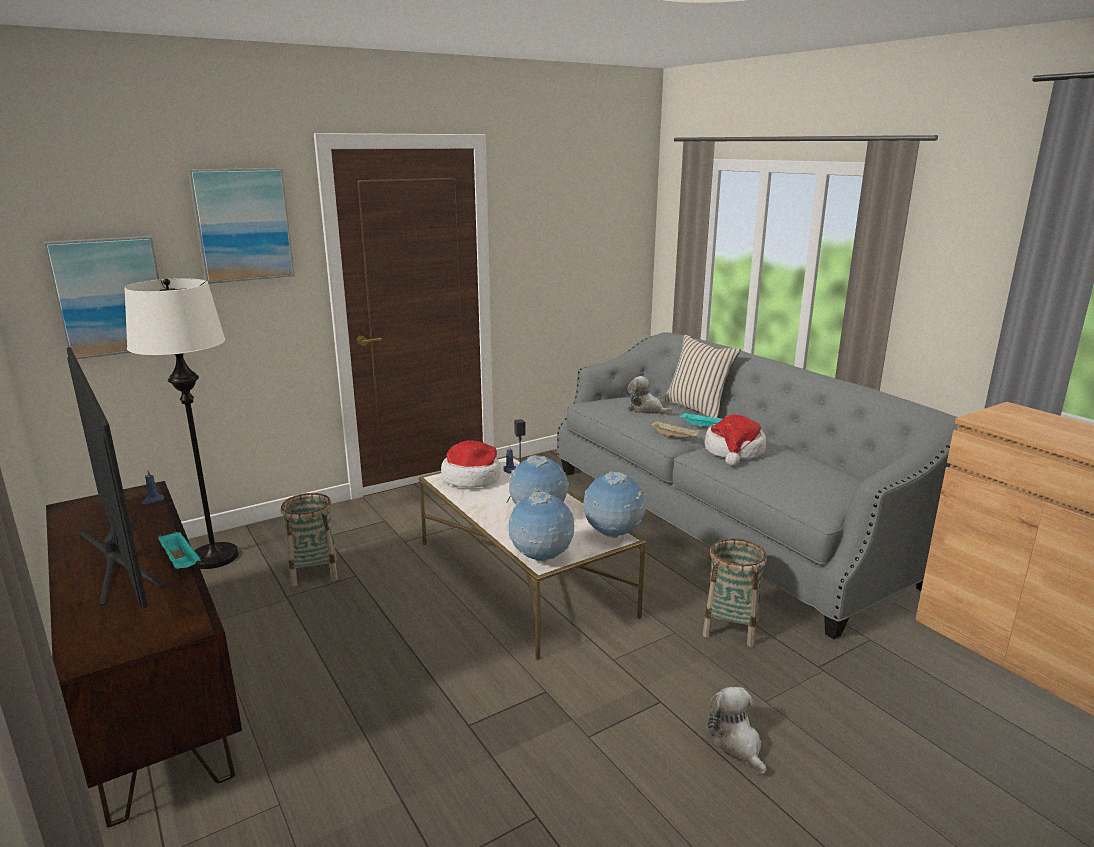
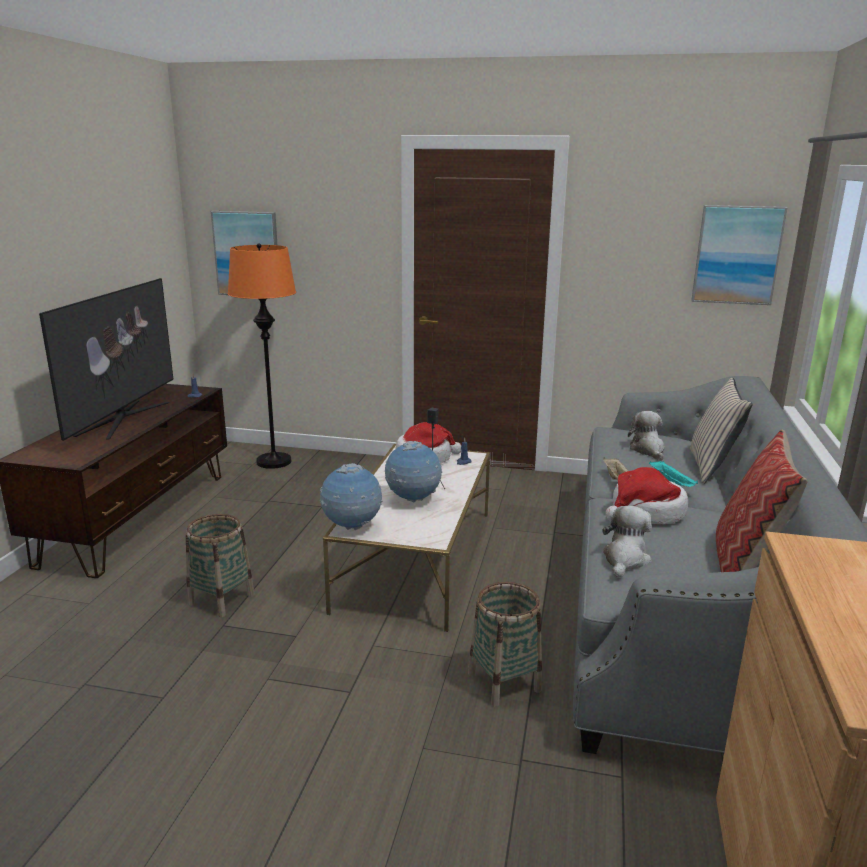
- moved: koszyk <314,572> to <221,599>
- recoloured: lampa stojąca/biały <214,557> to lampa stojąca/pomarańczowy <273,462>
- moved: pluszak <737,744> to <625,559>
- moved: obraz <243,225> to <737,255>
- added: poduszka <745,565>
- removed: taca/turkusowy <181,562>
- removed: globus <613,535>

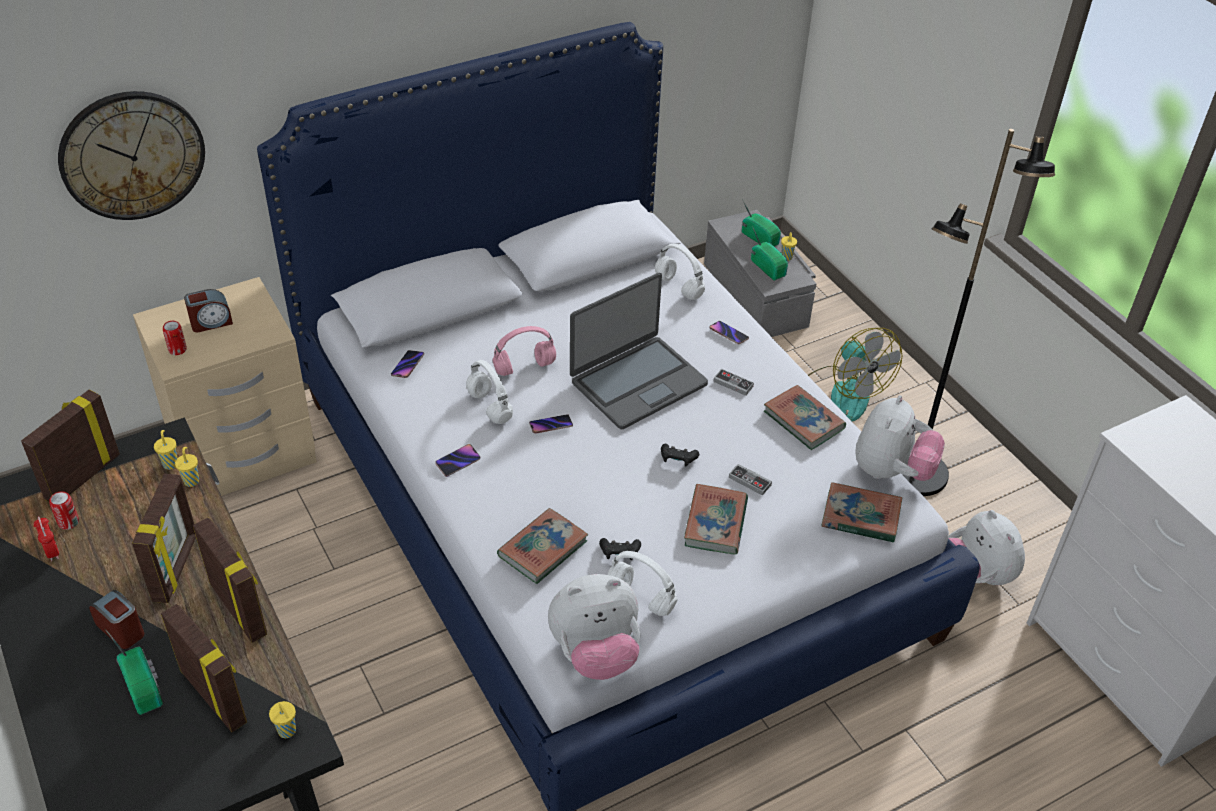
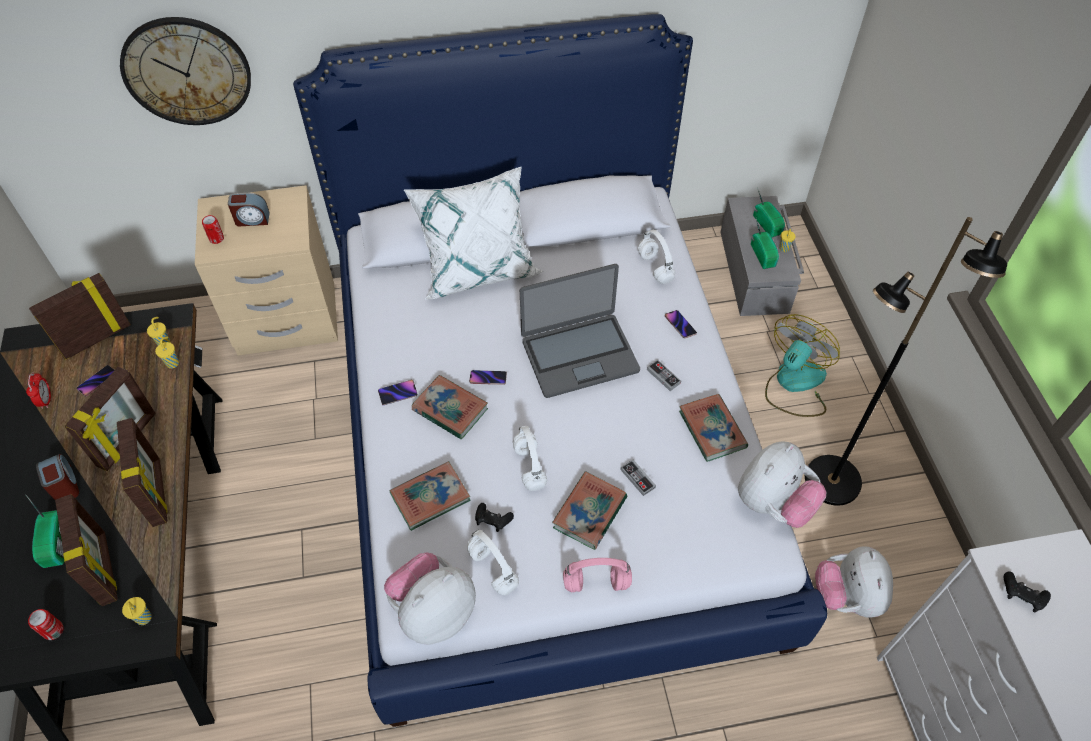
- moved: puszka <68,522> to <53,630>
- moved: telefon <407,366> to <98,382>
- turned: pluszak <595,653> = <433,611> 135 degrees clockwise
- added: poduszka/biały <477,267>
- moved: książka <860,516> to <450,410>
- moved: słuchawki/biały <488,406> to <529,466>
- moved: słuchawki/różowy <525,367> to <597,582>
- turned: wentylator <841,393> = <794,384> 135 degrees counterclockwise
- moved: pad do gier/czarny <677,460> to <1021,596>

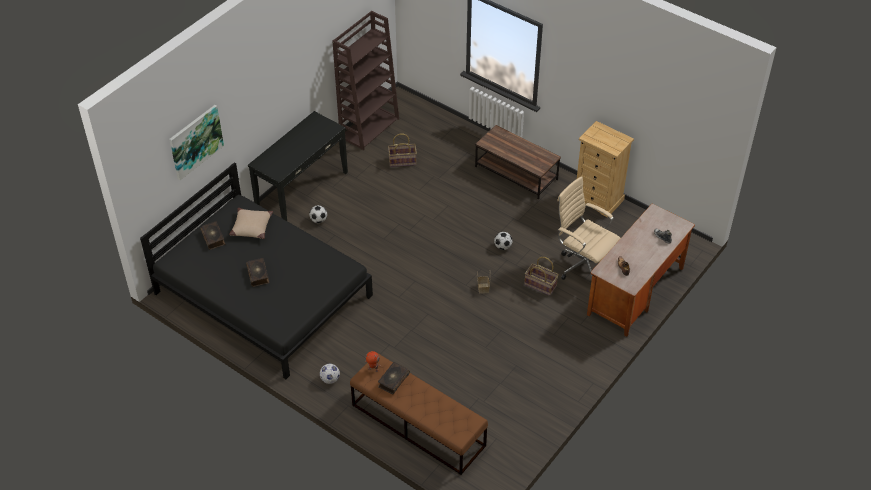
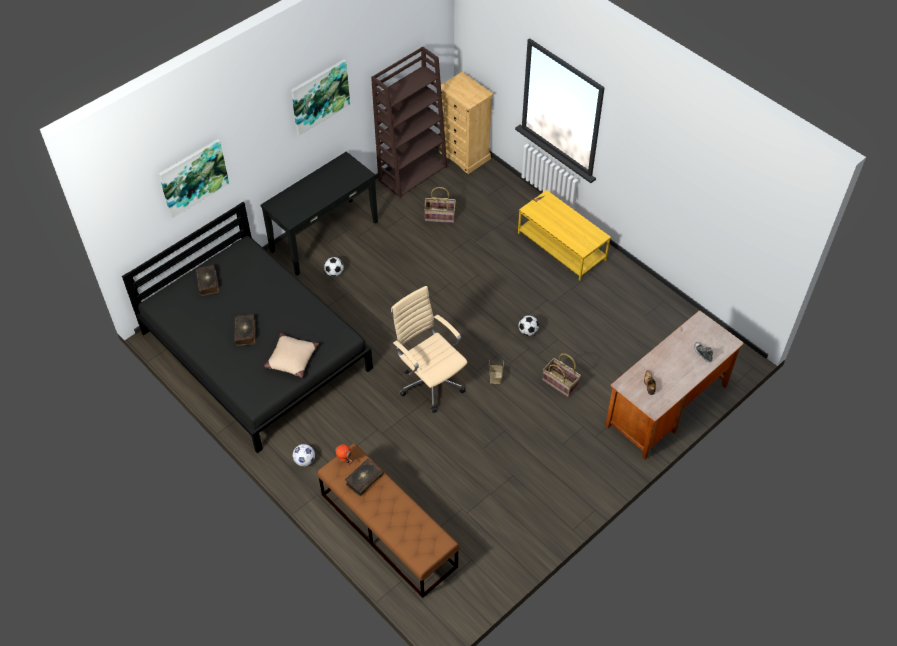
- moved: poduszka/beżowy <251,227> to <291,359>
- added: obraz <320,96>
- moved: krzesło biurowe/beżowy <582,266> to <429,382>
- moved: komoda/beżowy <598,199> to <465,155>
- recoloured: ława/brązowy <515,173> to ława/żółty <561,246>

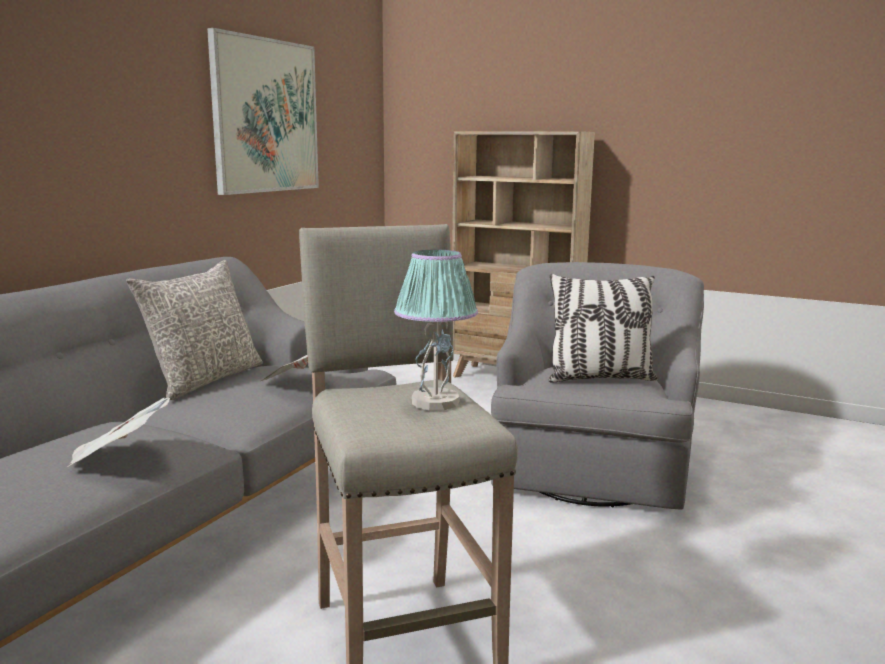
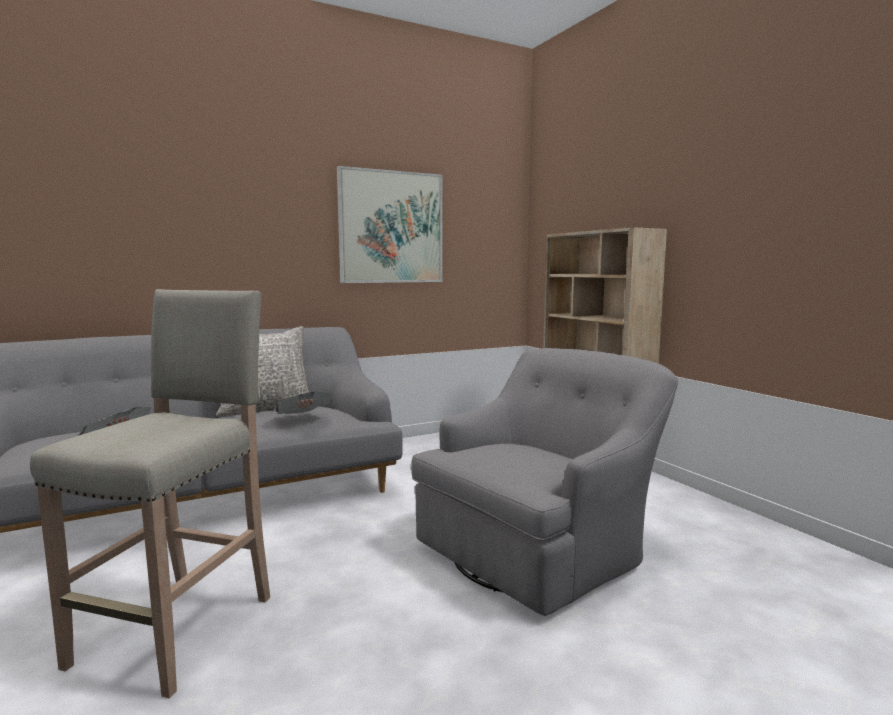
- removed: lampa stołowa <435,402>
- removed: poduszka <599,378>

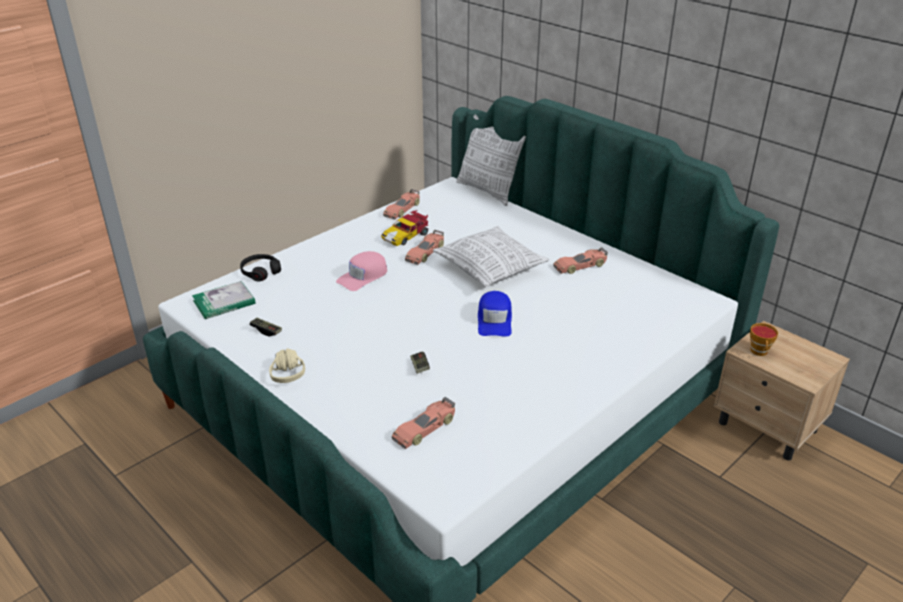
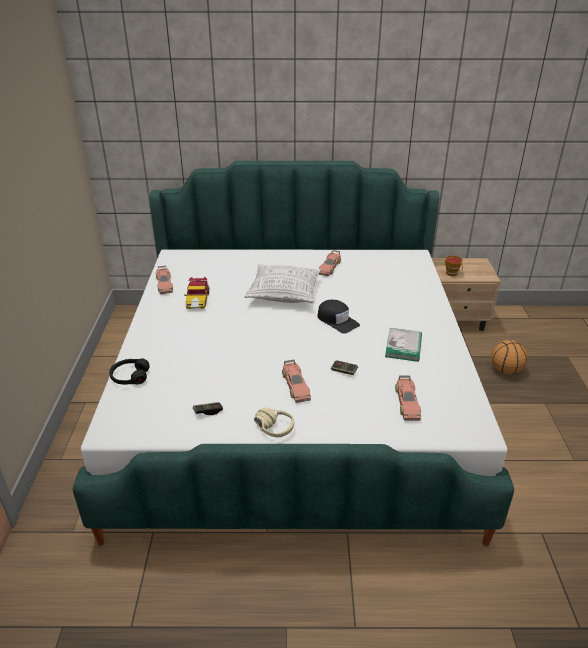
- moved: samochodzik <425,252> to <295,386>
- recoloured: czapka z daszkiem/niebieski <495,320> to czapka z daszkiem/czarny <337,321>
- moved: książka <224,302> to <403,346>
- added: piłka do koszykówki <505,370>
- removed: czapka z daszkiem/różowy <363,276>
- removed: poduszka <488,191>

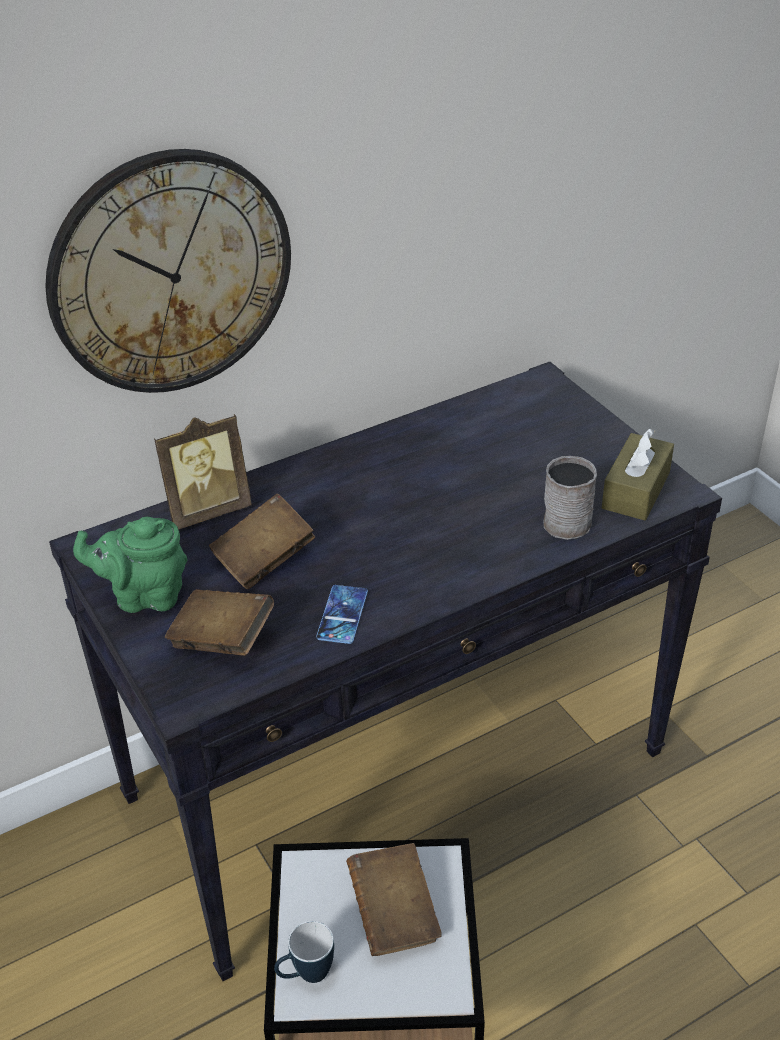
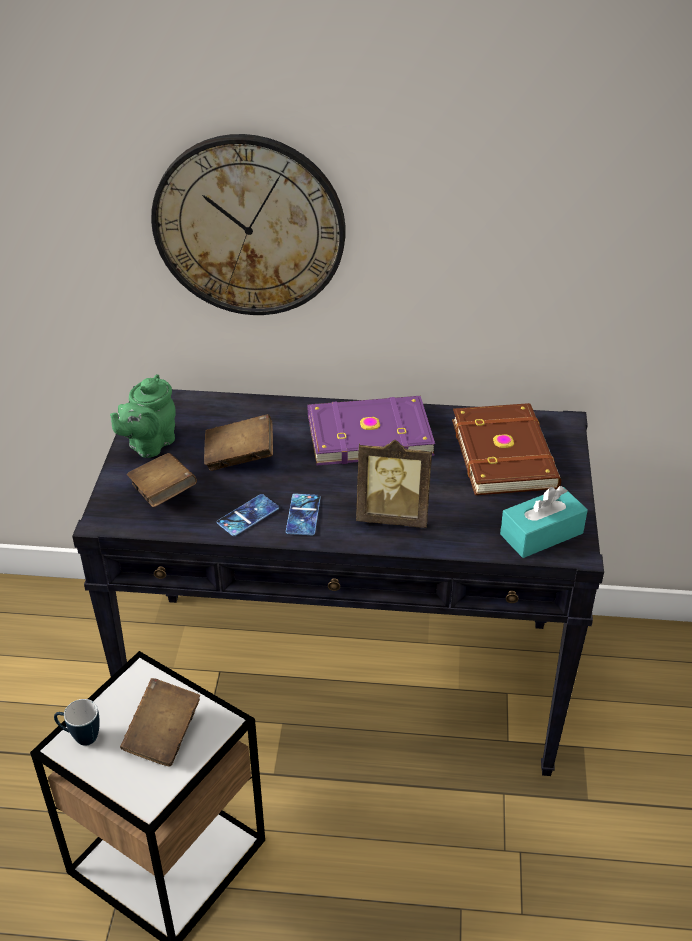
- turned: imbryk/zielony <144,596> = <149,445> 90 degrees counterclockwise
- added: telefon <303,515>
- added: książka/fioletowy <368,433>
- moved: ramka na zdjęcie <207,510> to <393,516>
- added: książka/brązowy <506,453>
- recoloured: pudełko chusteczek/brązowy <636,490> to pudełko chusteczek/turkusowy <541,534>
- removed: kubek/szary <568,518>

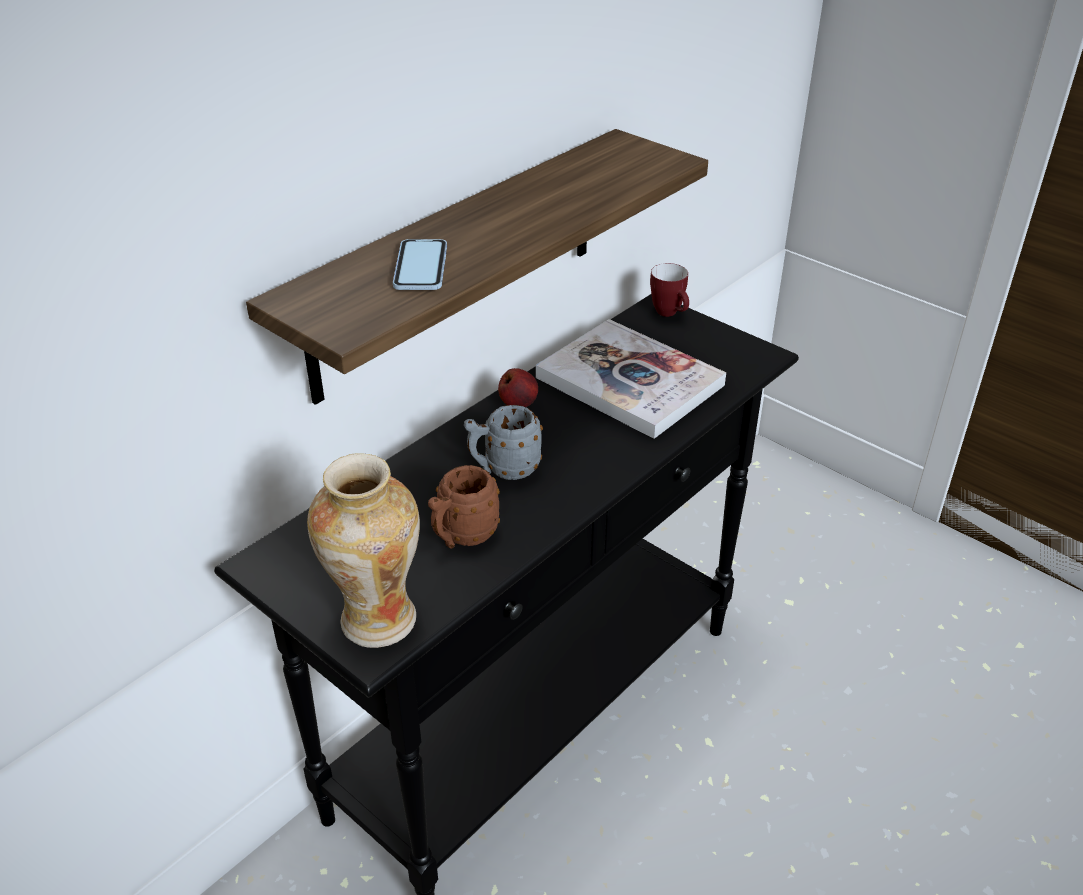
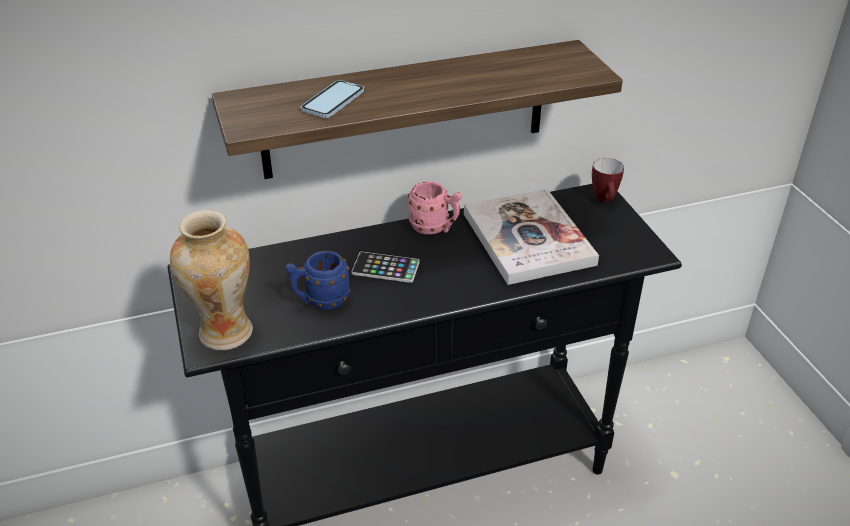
- recoloured: kubek/brązowy <462,537> to kubek/niebieski <320,301>
- replaced: kubek/szary <503,469> to telefon <385,268>
- replaced: jabłko <518,404> to kubek/różowy <435,228>

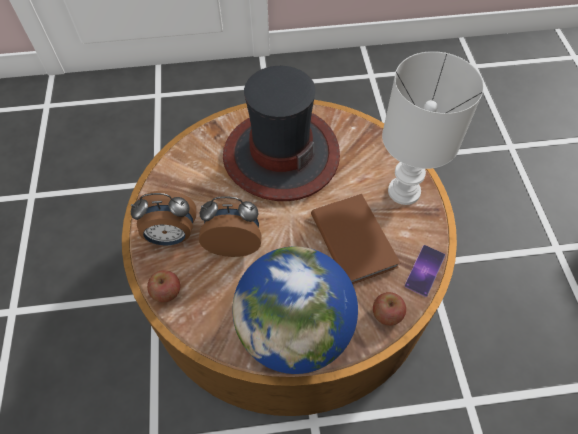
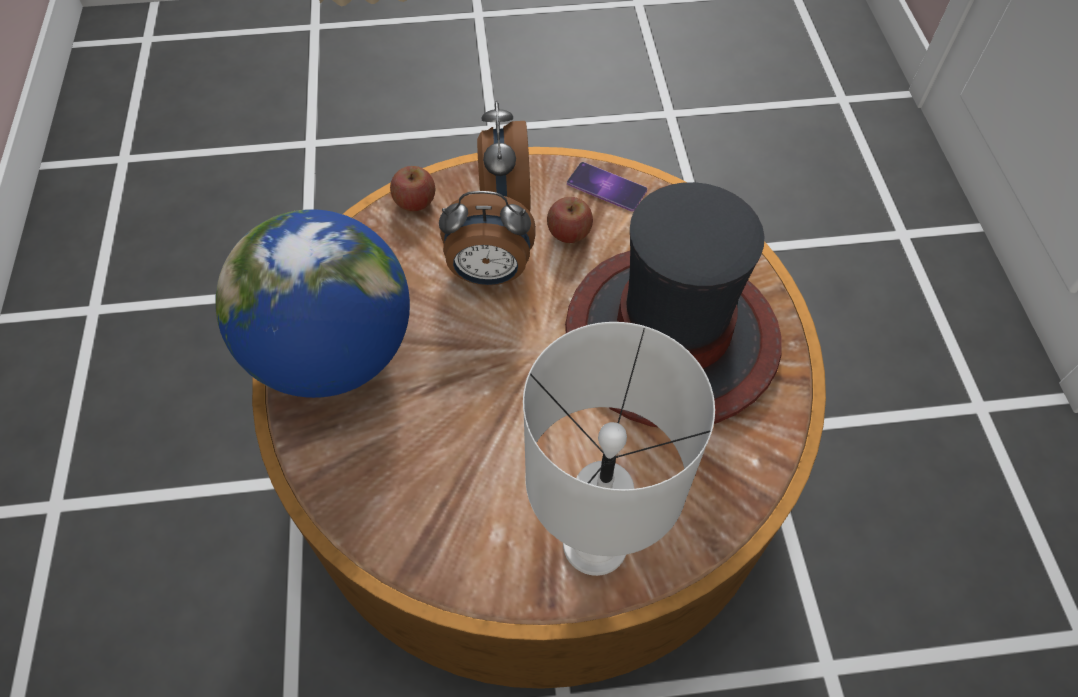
- turned: budzik <234,243> = <489,274> 90 degrees clockwise
- moved: jabłko <387,314> to <569,233>
- moved: telefon <425,270> to <606,187>
- removed: książka/brązowy <355,239>

